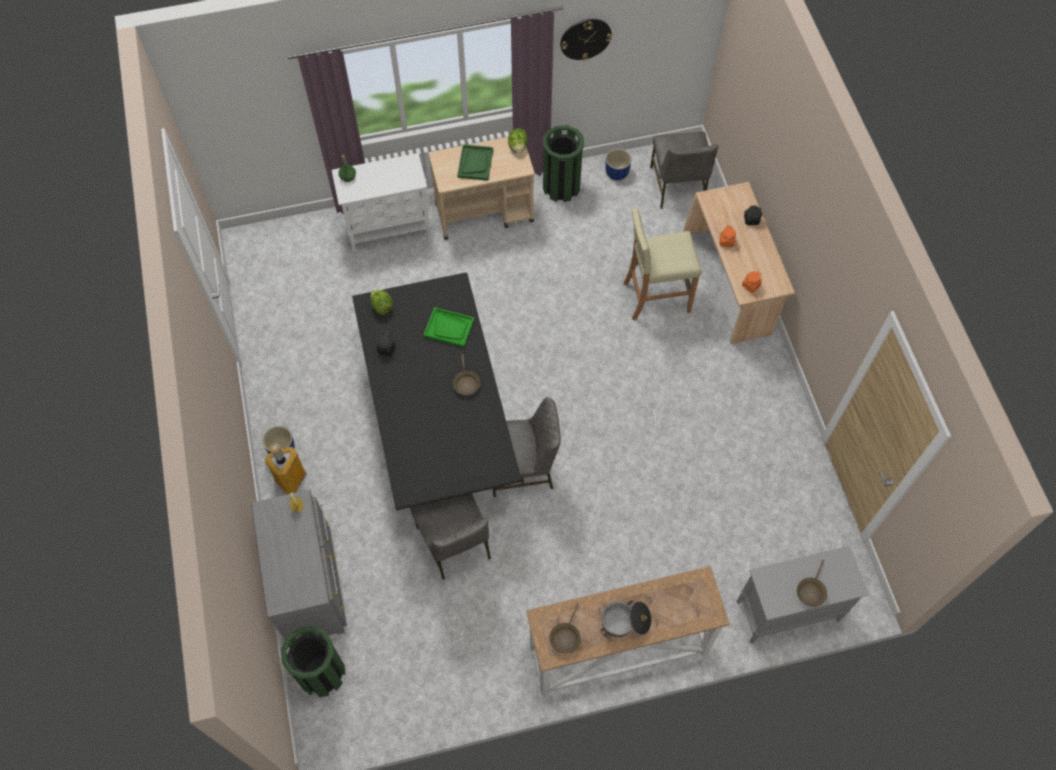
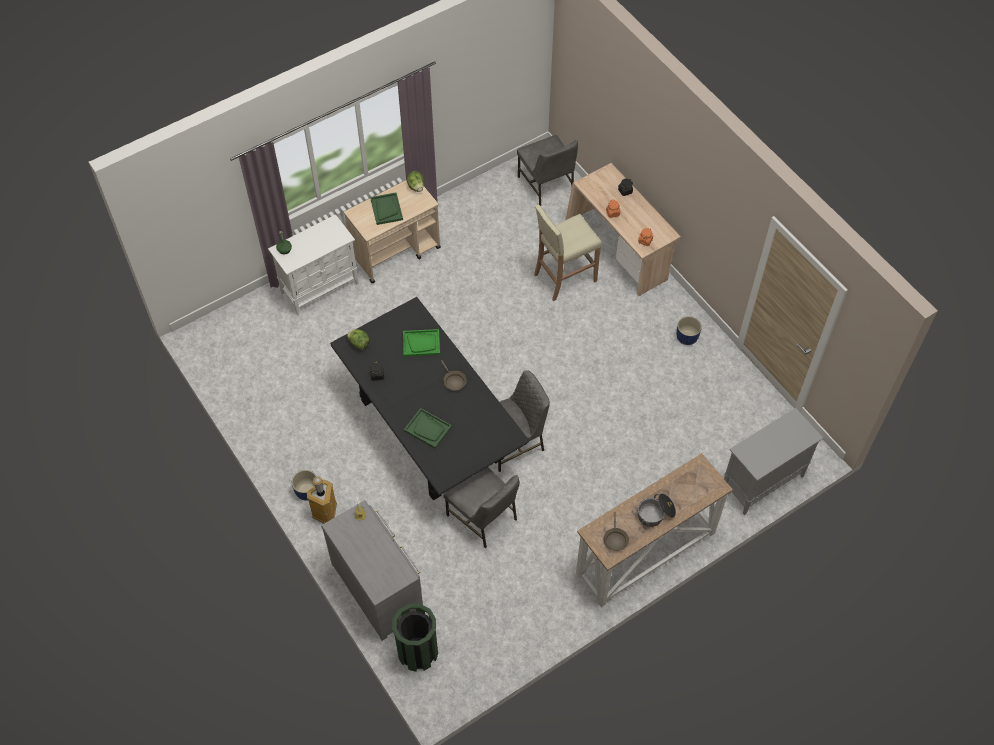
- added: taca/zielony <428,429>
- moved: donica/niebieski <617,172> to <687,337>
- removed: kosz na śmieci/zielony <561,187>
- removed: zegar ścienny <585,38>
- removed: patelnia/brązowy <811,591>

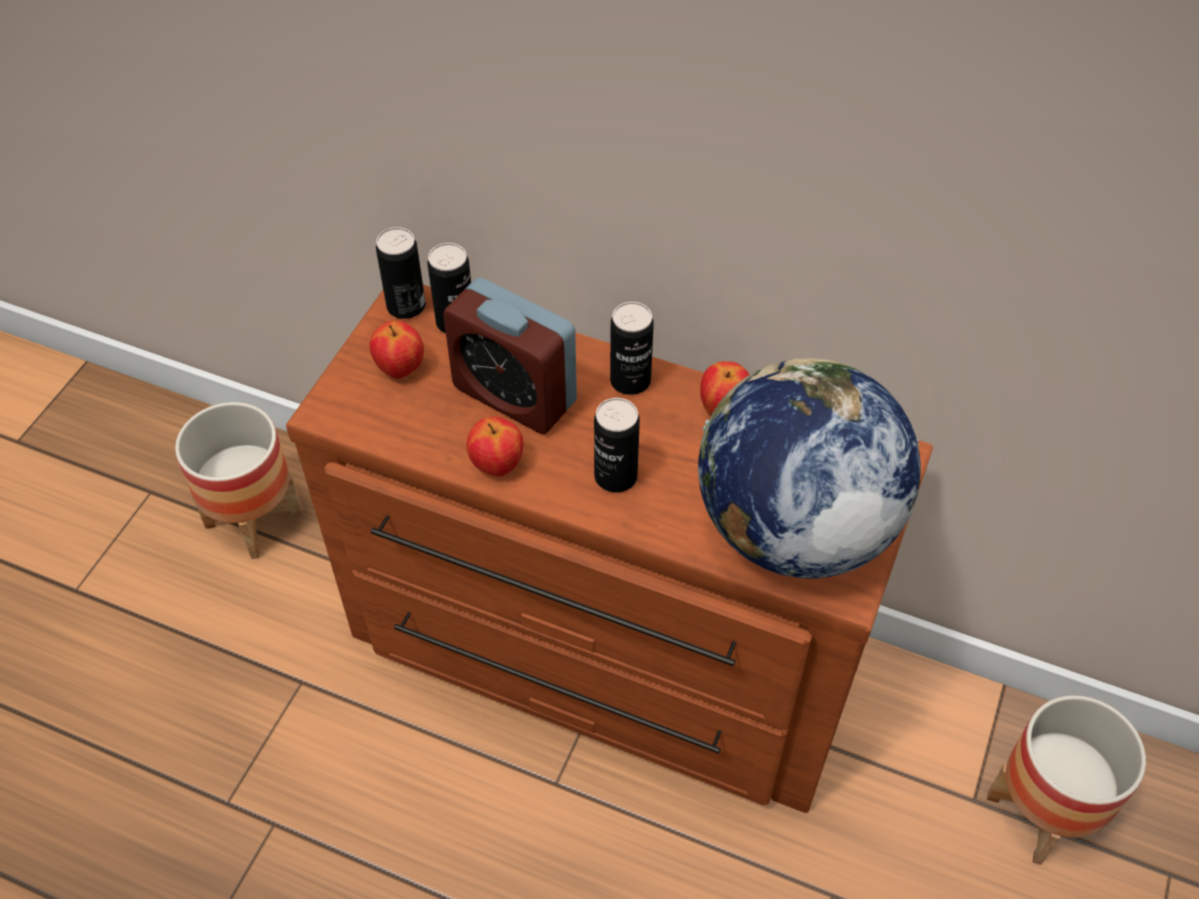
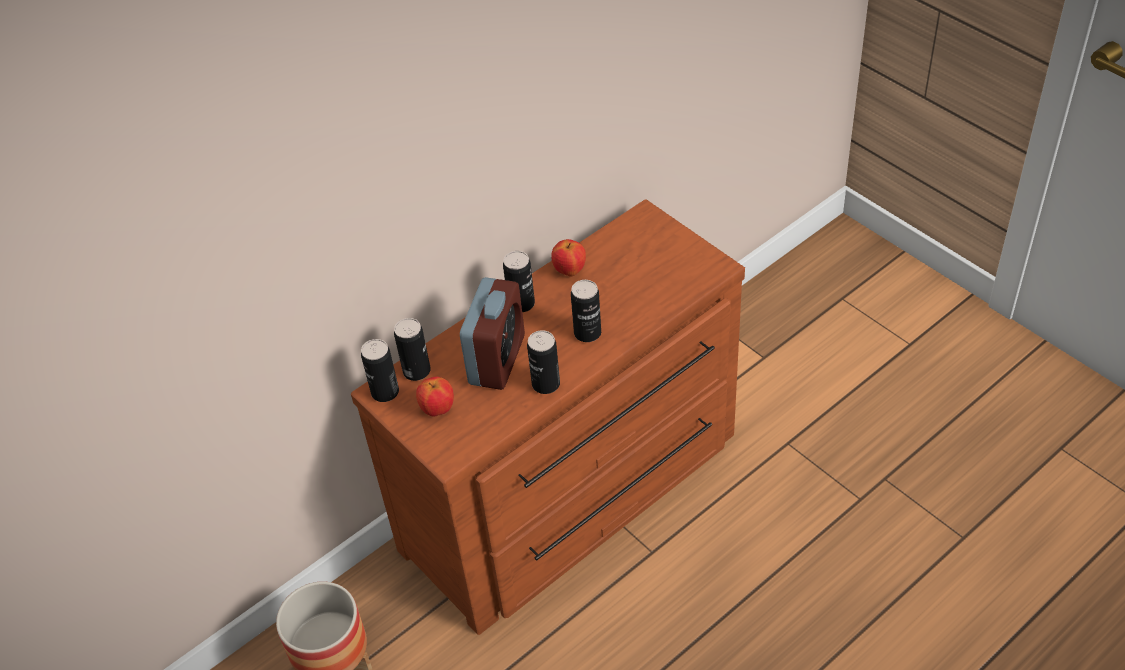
- turned: budzik <514,395> = <497,360> 45 degrees counterclockwise
- replaced: jabłko <497,465> to puszka <546,384>
- removed: globus <793,529>
- removed: donica <1043,812>

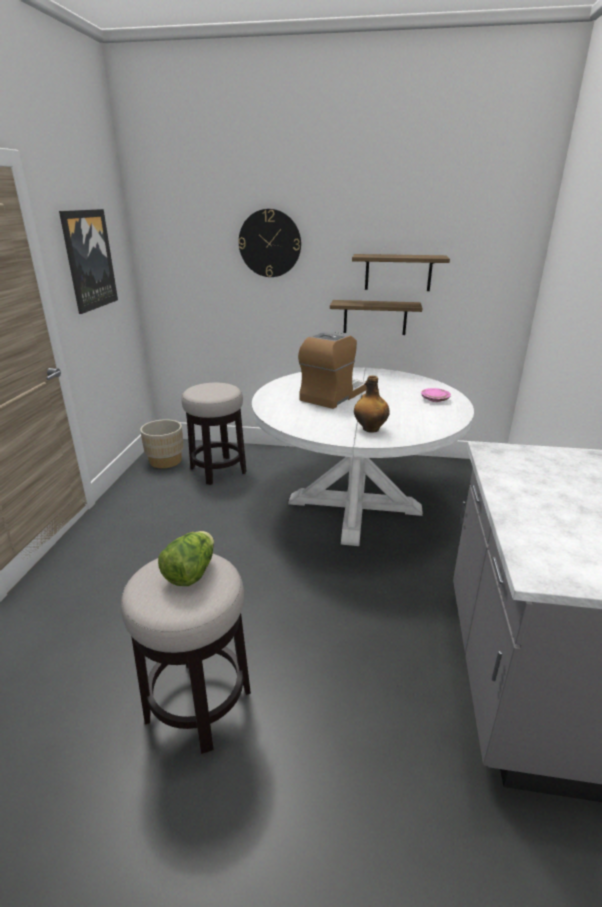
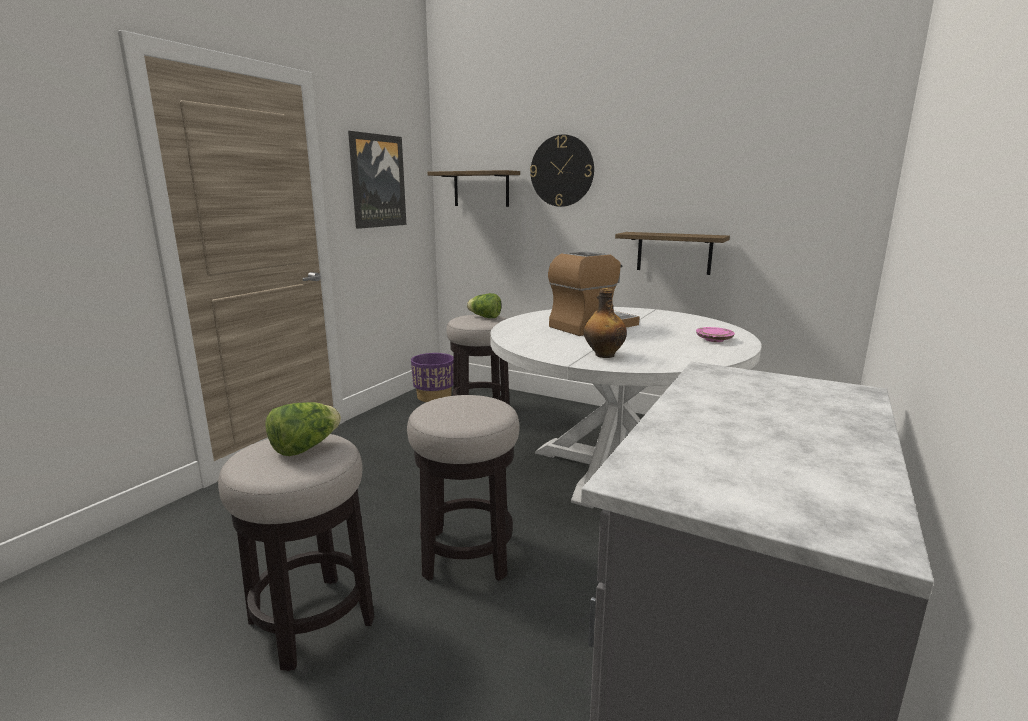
- added: stołek <467,554>
- recoloured: donica/beżowy <165,461> to donica/fioletowy <434,397>
- moved: półka <398,272> to <481,189>
- added: sałata <485,317>

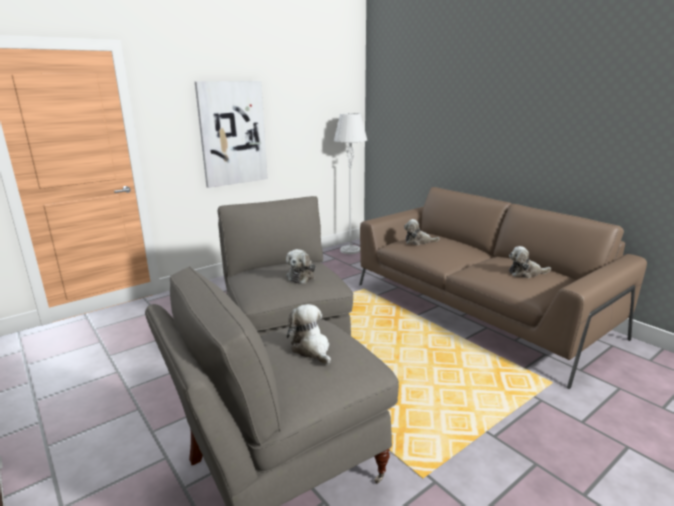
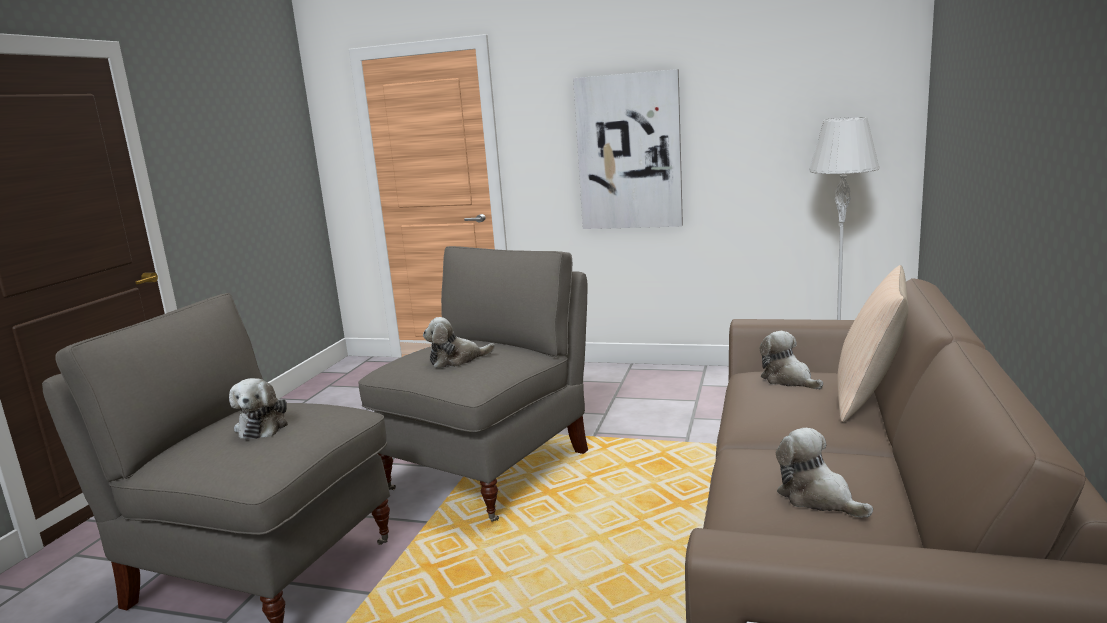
- turned: pluszak <311,349> = <263,426> 150 degrees clockwise
- added: poduszka/beżowy <869,398>

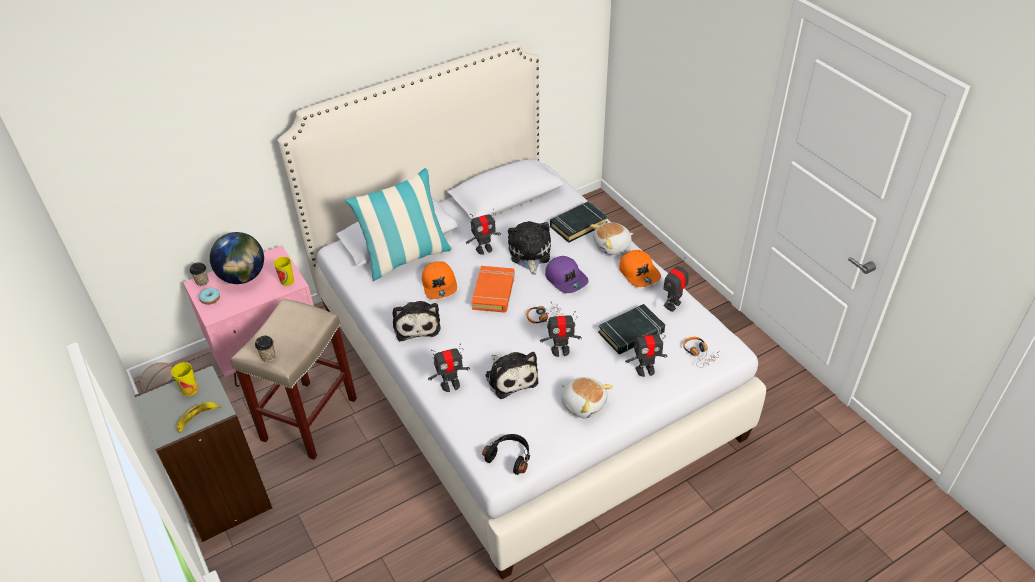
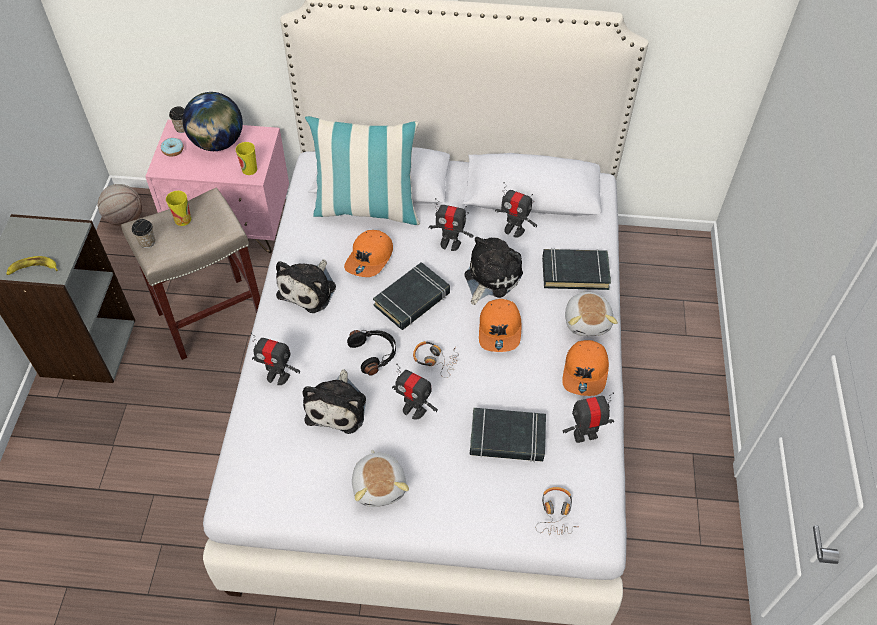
- moved: filiżanka <190,389> to <183,219>
- moved: słuchawki/czarny <510,457> to <374,354>
- recoloured: książka/pomarańczowy <494,292> to książka/czarny <412,300>
- recoloured: czapka z daszkiem/fioletowy <566,279> to czapka z daszkiem/pomarańczowy <500,330>
- moved: robot zabawkowy <645,370> to <514,230>
- turned: pluszak <612,246> = <587,321> 105 degrees counterclockwise

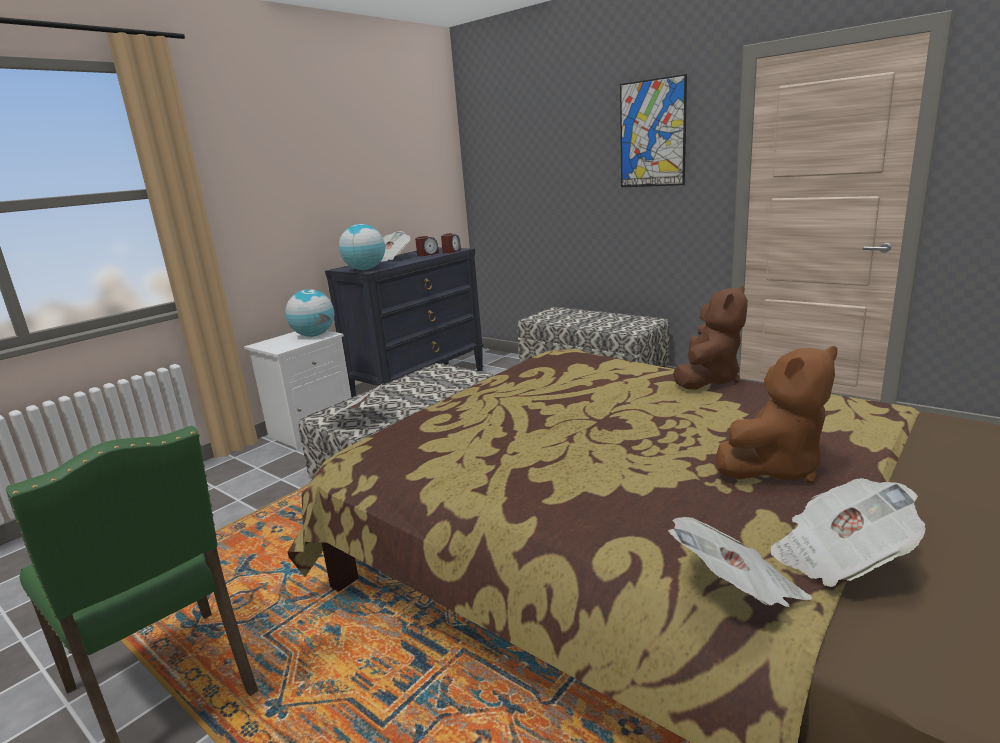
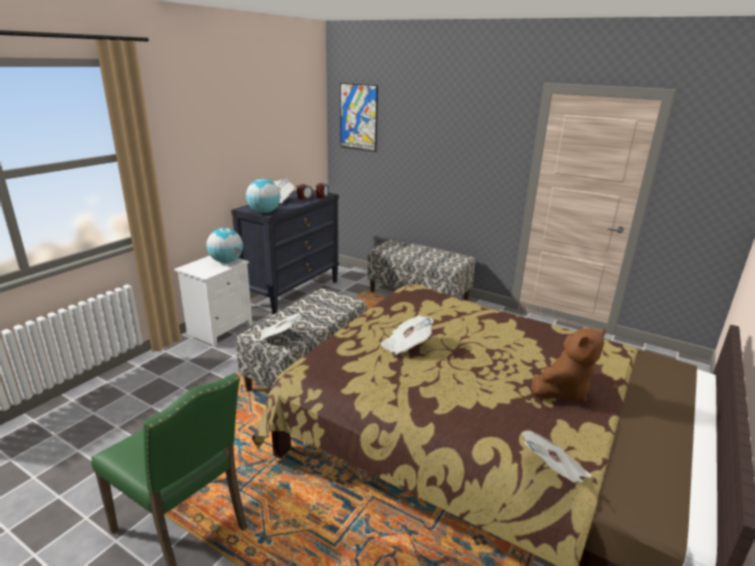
- moved: obraz <652,134> to <358,117>
- moved: gazeta <839,558> to <406,346>
- removed: pluszak/brązowy <707,380>

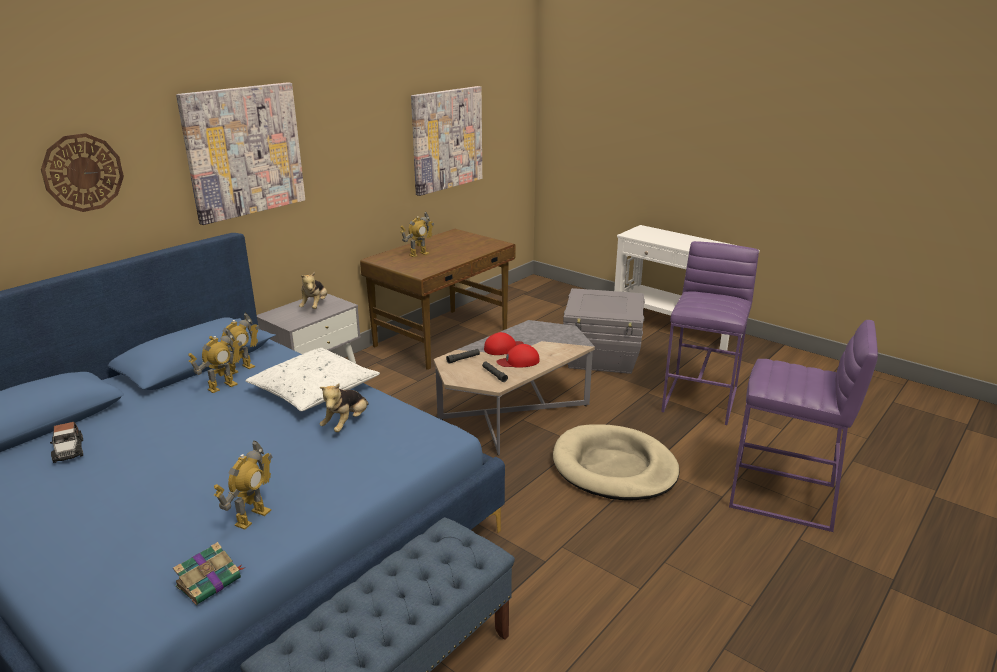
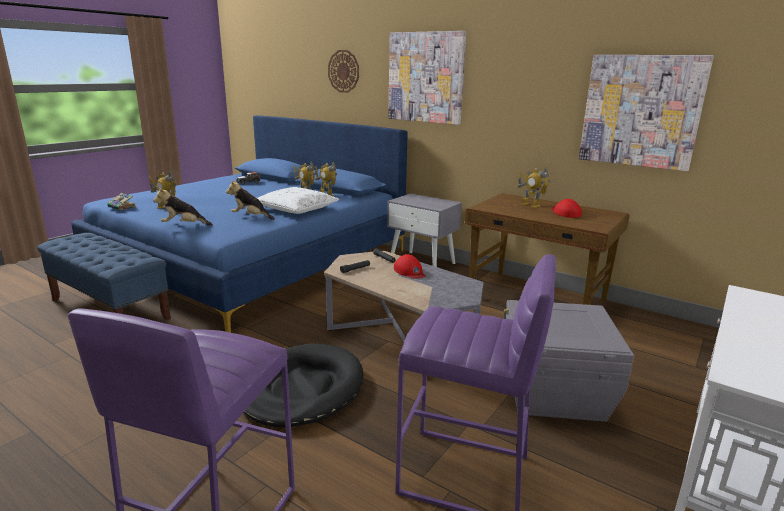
- moved: pluszak <315,306> to <184,225>
- recoloured: legowisko/beżowy <614,467> to legowisko/czarny <302,389>
- moved: czapka z daszkiem/czerwony <518,361> to <565,213>

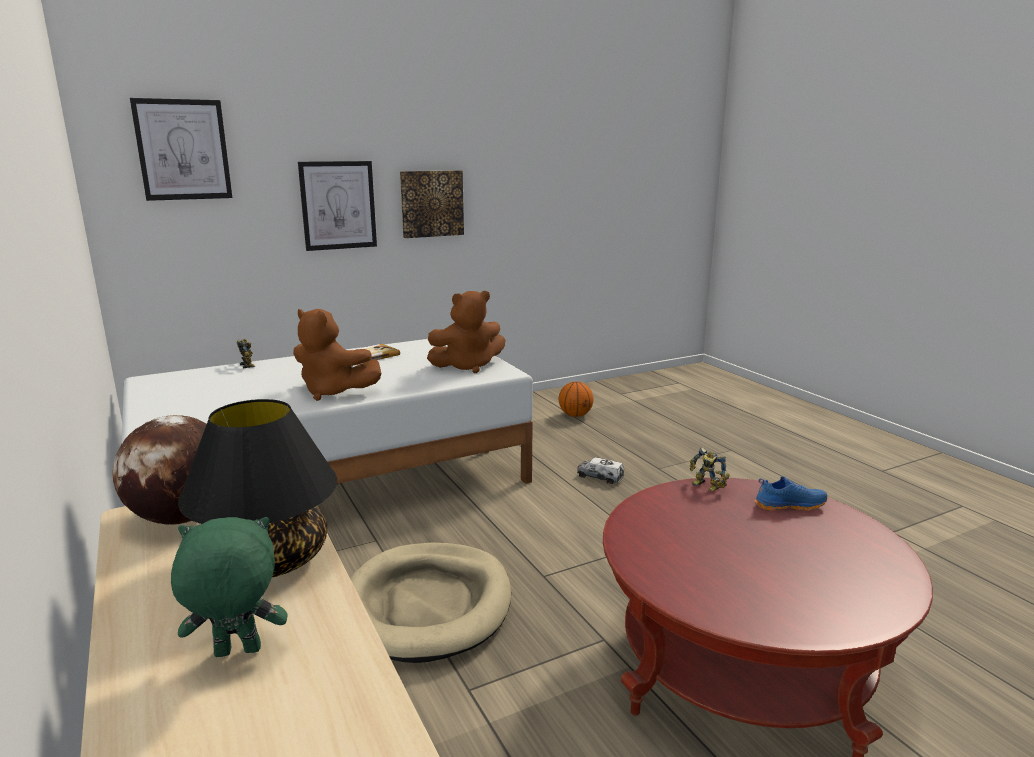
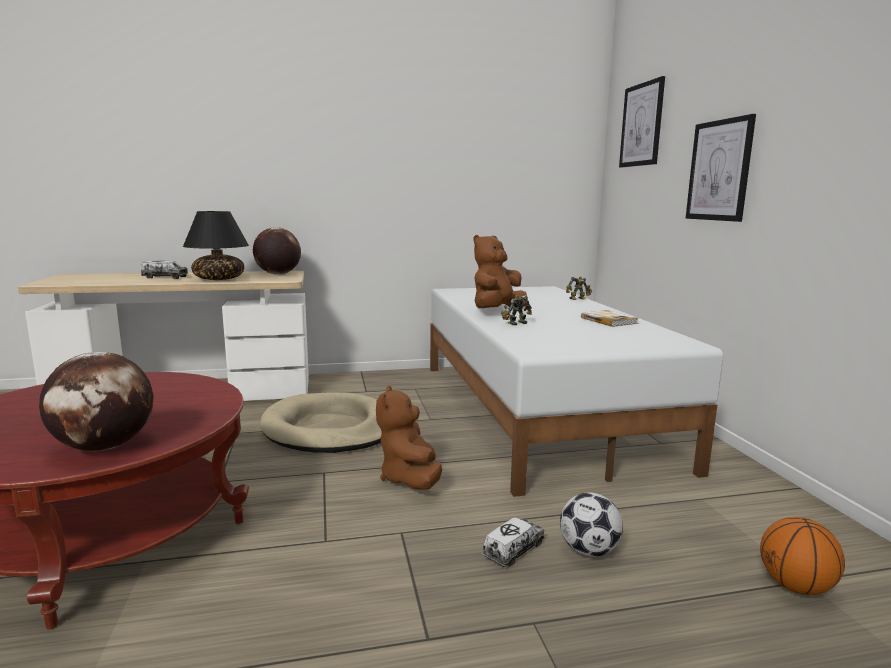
- replaced: but/niebieski <789,505> to globus <105,447>
- replaced: pluszak/zielony <236,653> to ciężarówka zabawkowa <165,277>
- moved: pluszak/brązowy <468,366> to <410,478>
- moved: robot zabawkowy <706,487> to <515,323>
- added: piłka futbolowa <588,550>
- removed: obraz <431,203>

